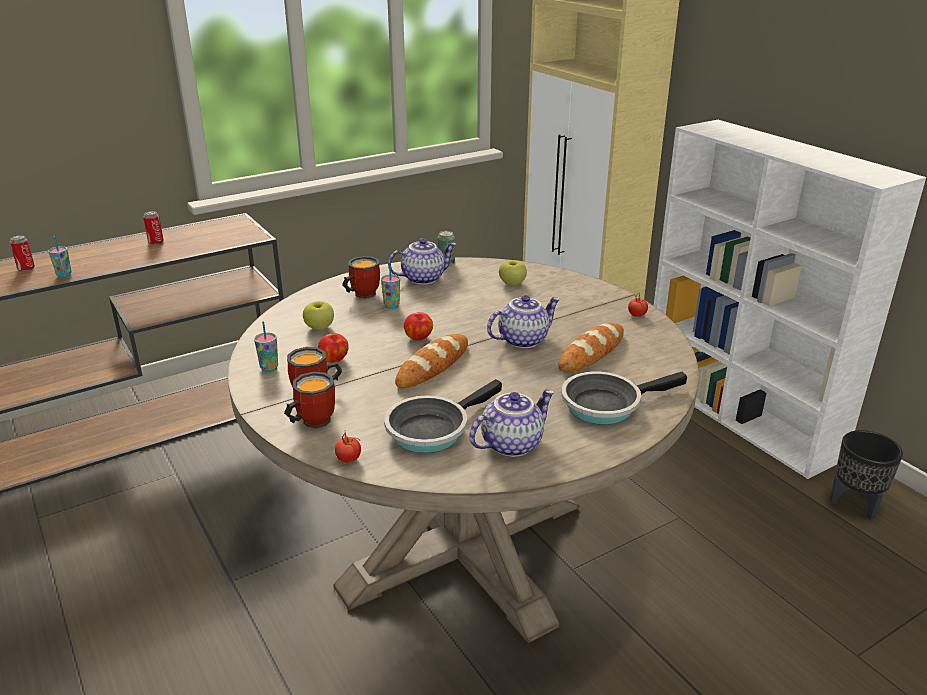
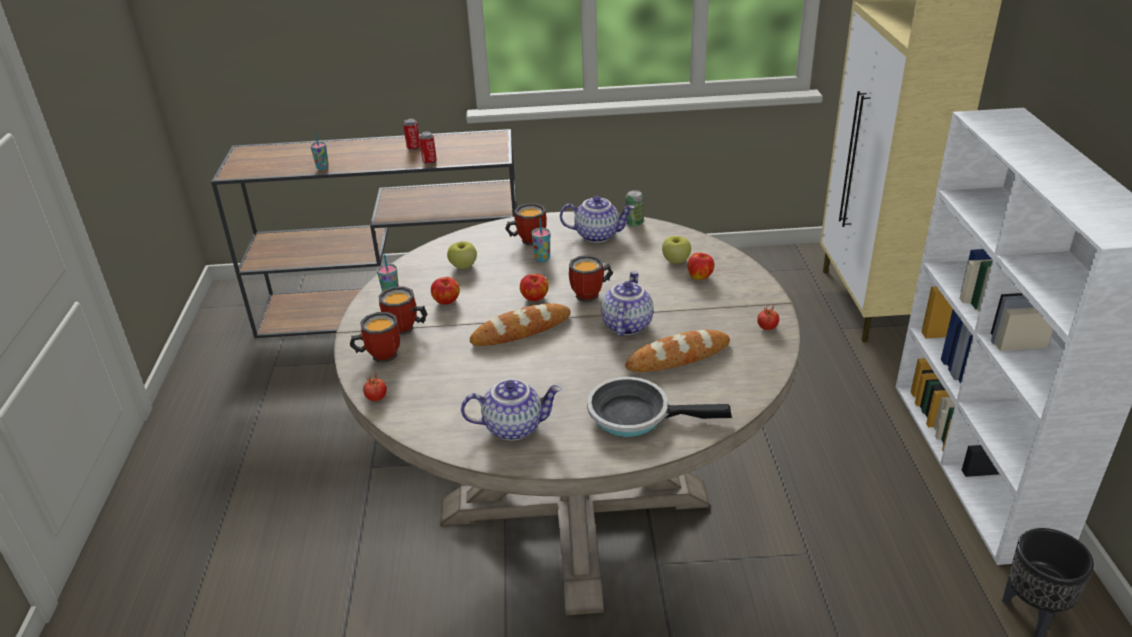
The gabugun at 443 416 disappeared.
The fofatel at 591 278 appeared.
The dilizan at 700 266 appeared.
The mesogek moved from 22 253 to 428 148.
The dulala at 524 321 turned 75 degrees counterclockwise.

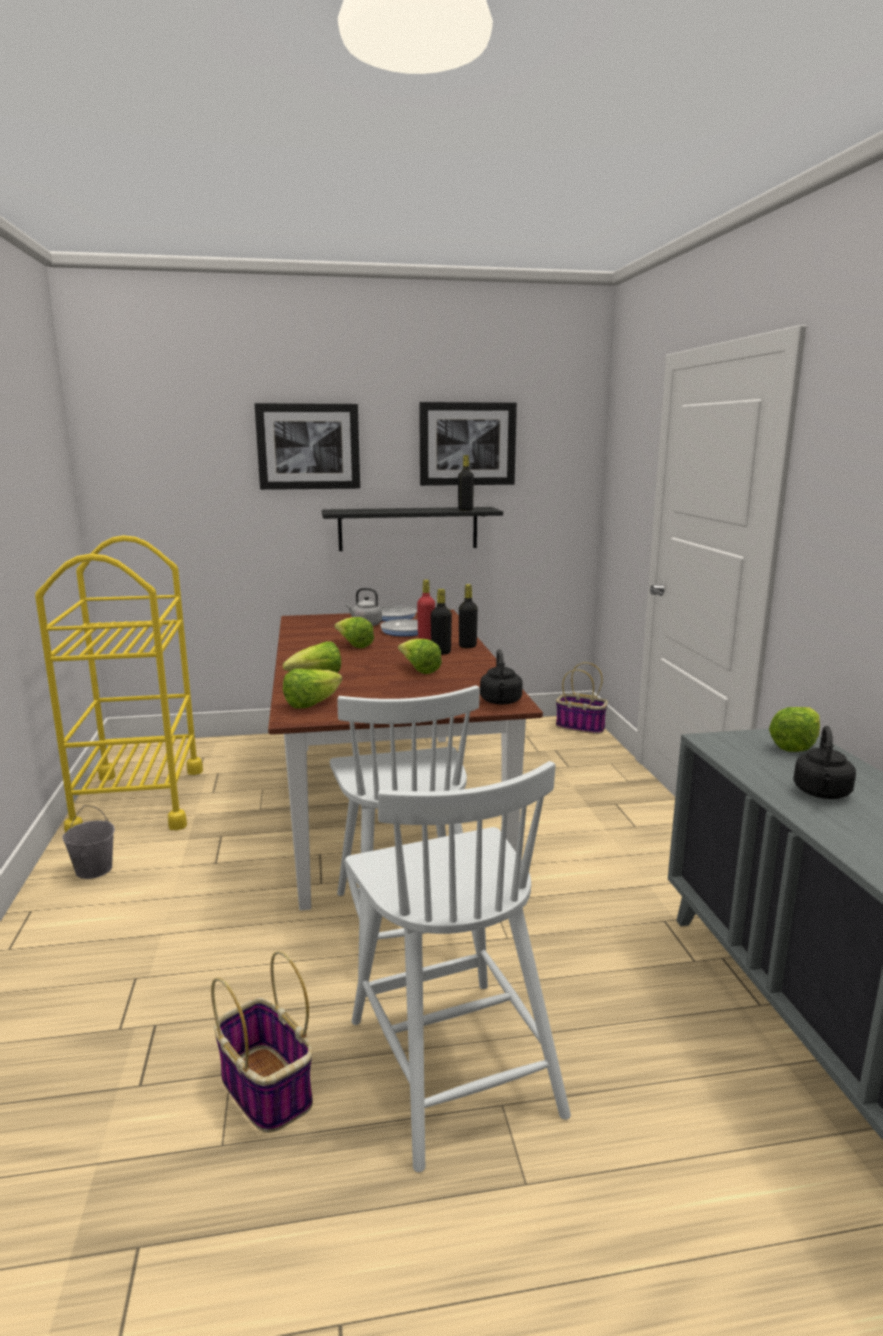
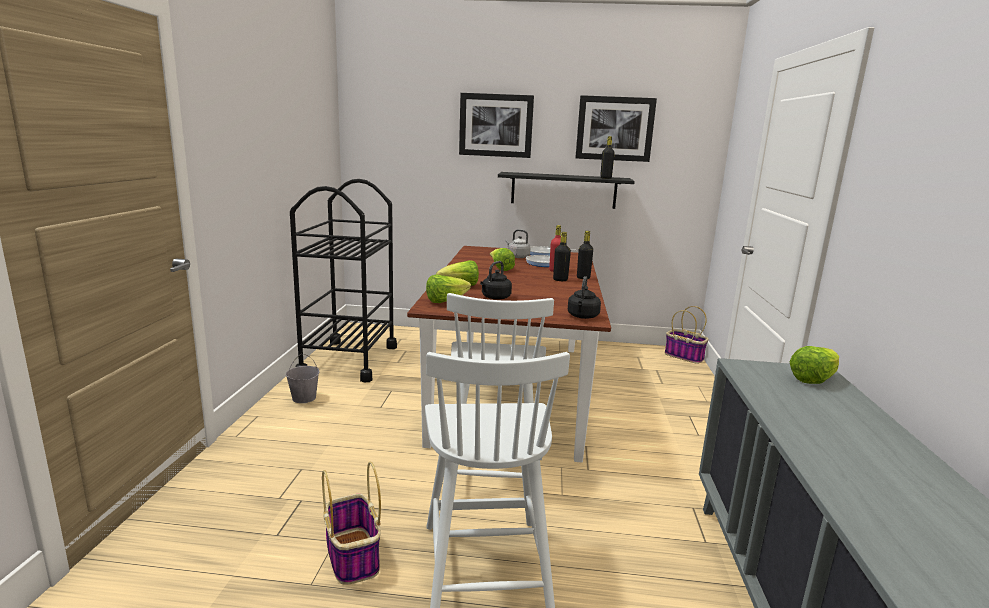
The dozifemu at 420 656 disappeared.
The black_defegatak moved from 824 762 to 496 280.
The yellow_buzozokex at 119 683 became the black_buzozokex at 343 280.

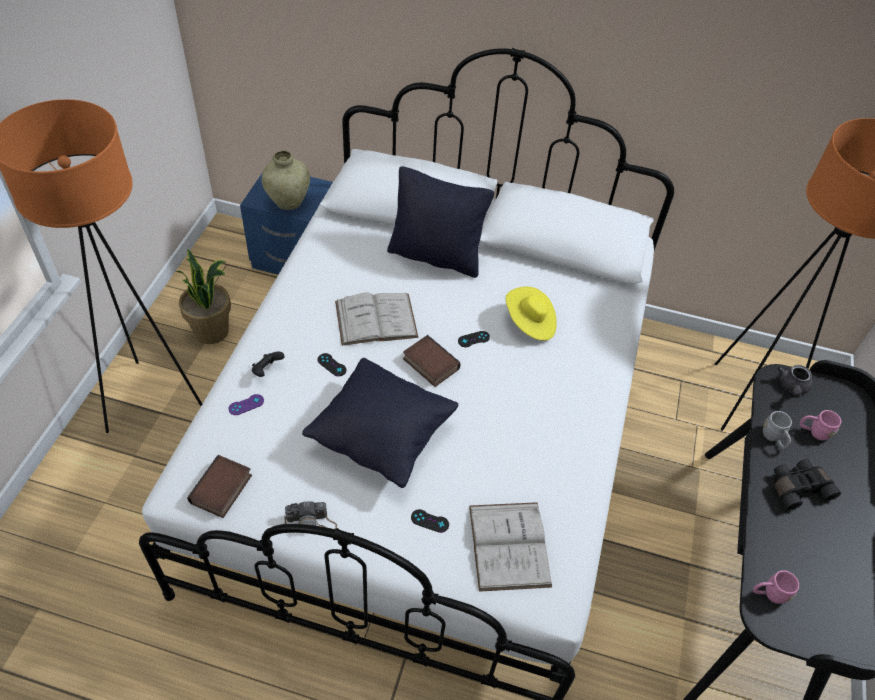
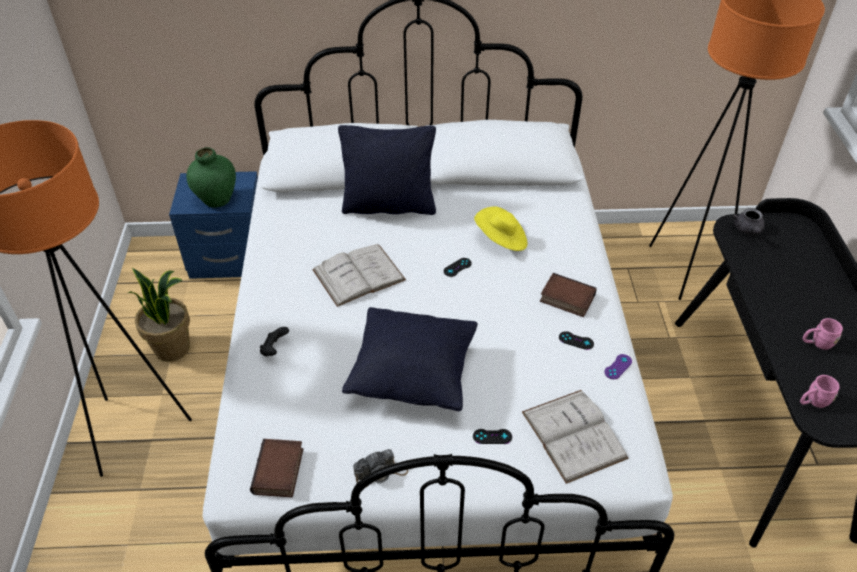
The grey_fofatel at 777 430 disappeared.
The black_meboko at 807 485 disappeared.
The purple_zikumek moved from 246 404 to 618 366.
The black_zikumek moved from 332 364 to 576 340.
The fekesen moved from 432 361 to 568 295.
The pink_fofatel moved from 820 425 to 823 334.
The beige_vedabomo at 286 180 became the green_vedabomo at 211 177.

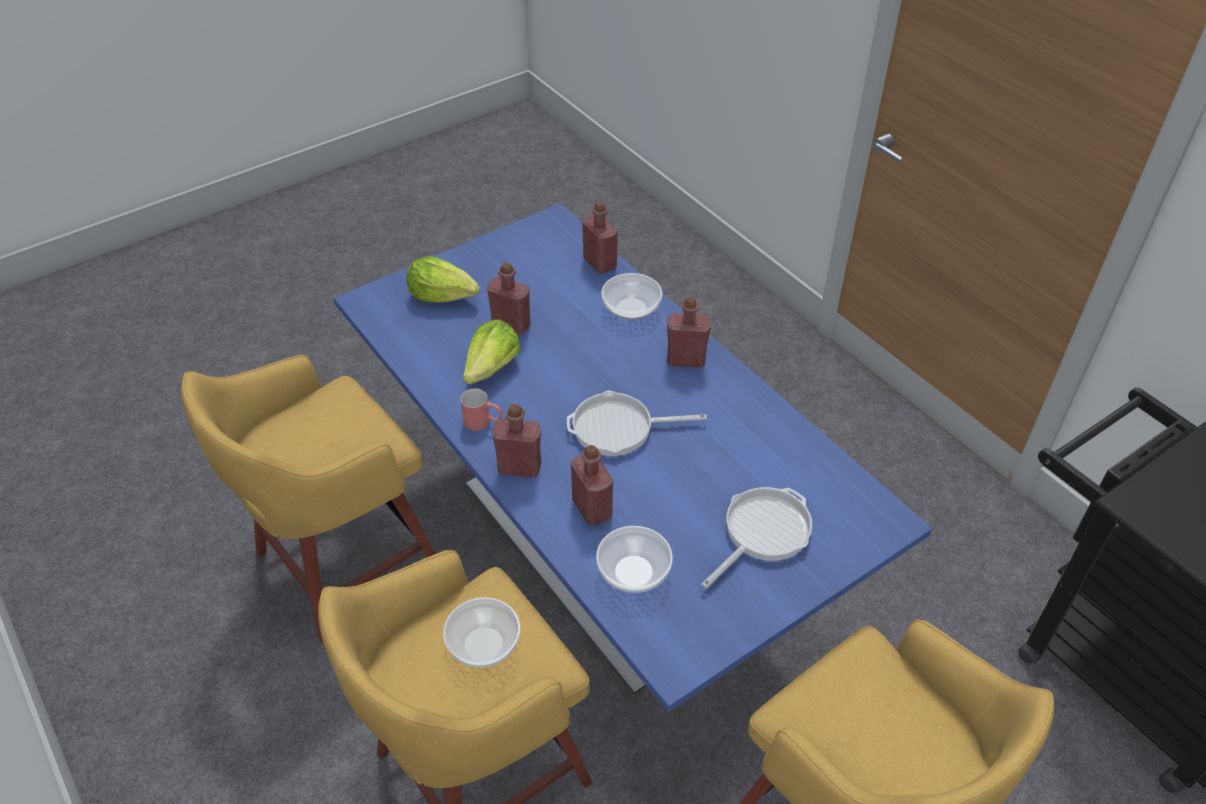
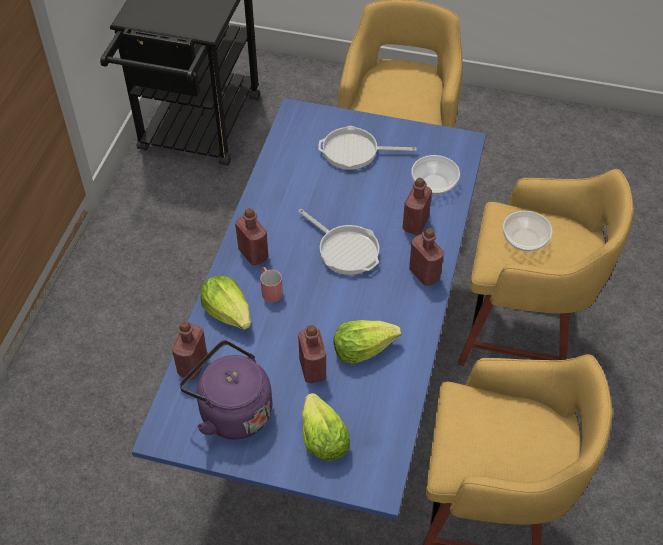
The purple_defegatak at 226 389 appeared.
The red_fofatel moved from 481 409 to 271 285.
The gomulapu at 632 296 was replaced by the dozifemu at 225 302.

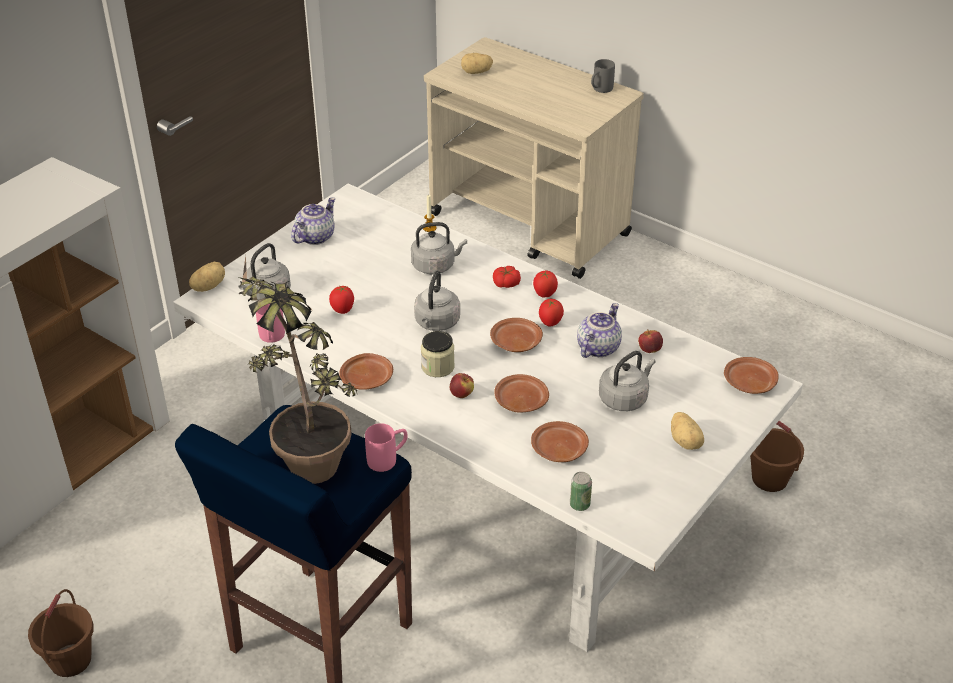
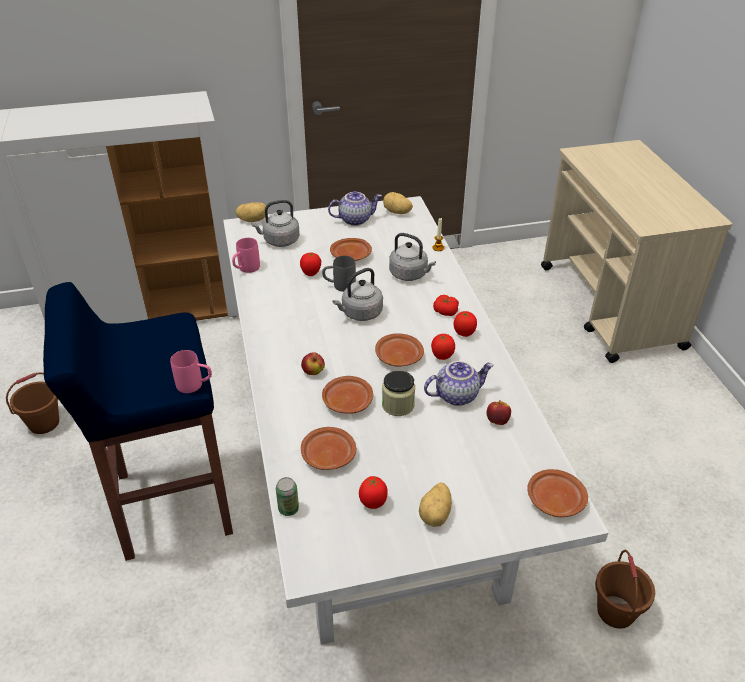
The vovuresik at 297 370 disappeared.
The grey_defegatak at 627 381 disappeared.
The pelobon at 373 492 appeared.
The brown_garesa moved from 366 371 to 351 249.
The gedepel moved from 438 354 to 398 393.
The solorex moved from 477 63 to 398 203.
The grey_fofatel moved from 603 76 to 339 273.

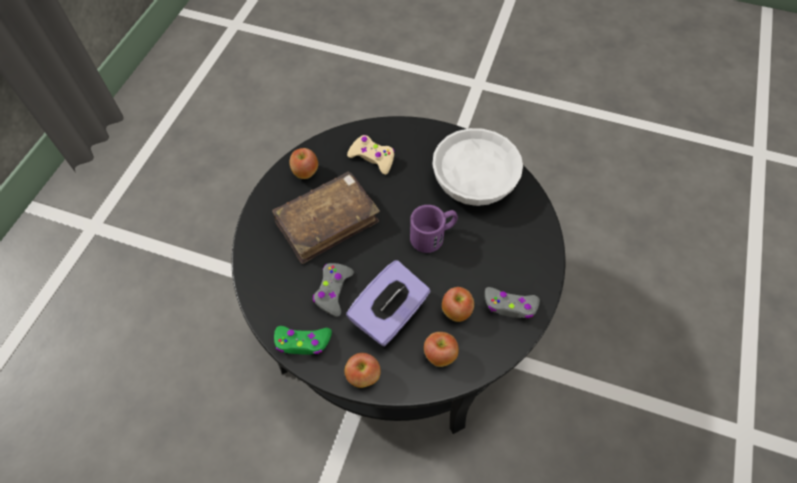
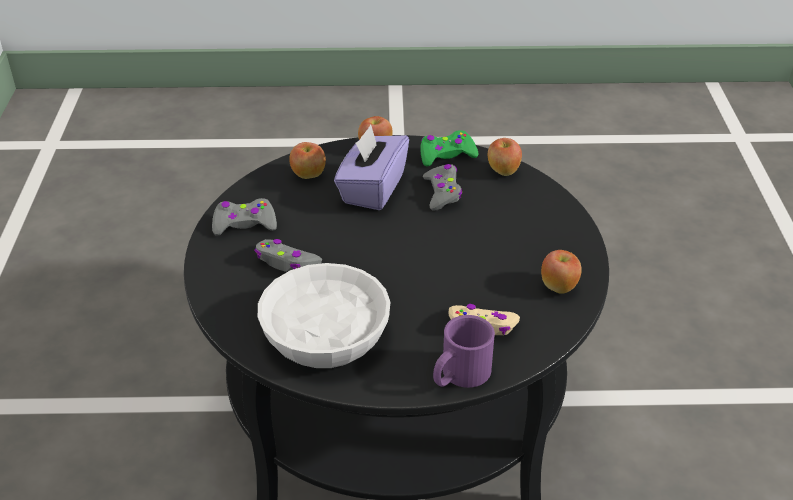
The brown_fekesen at 326 218 disappeared.
The grey_zikumek at 288 255 appeared.
The purple_fofatel moved from 434 229 to 464 351.
The dilizan moved from 458 304 to 505 157.

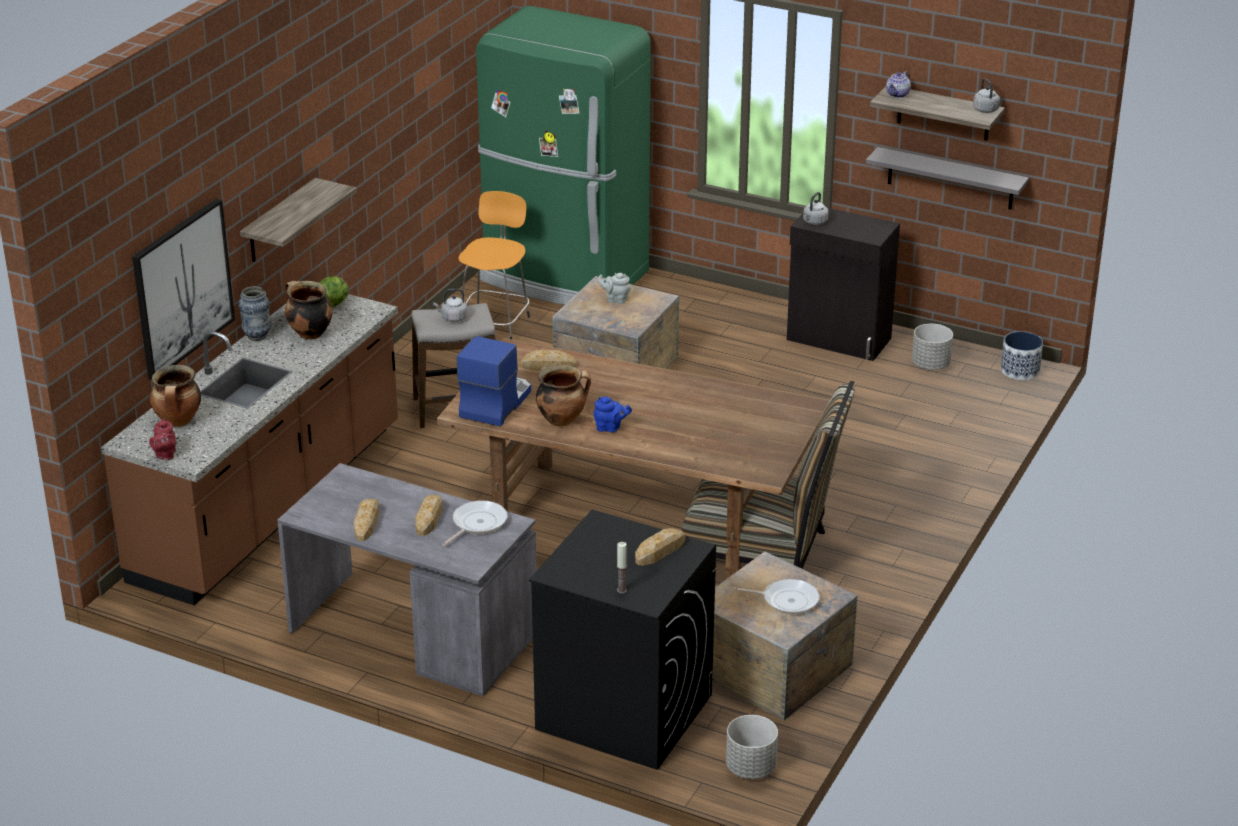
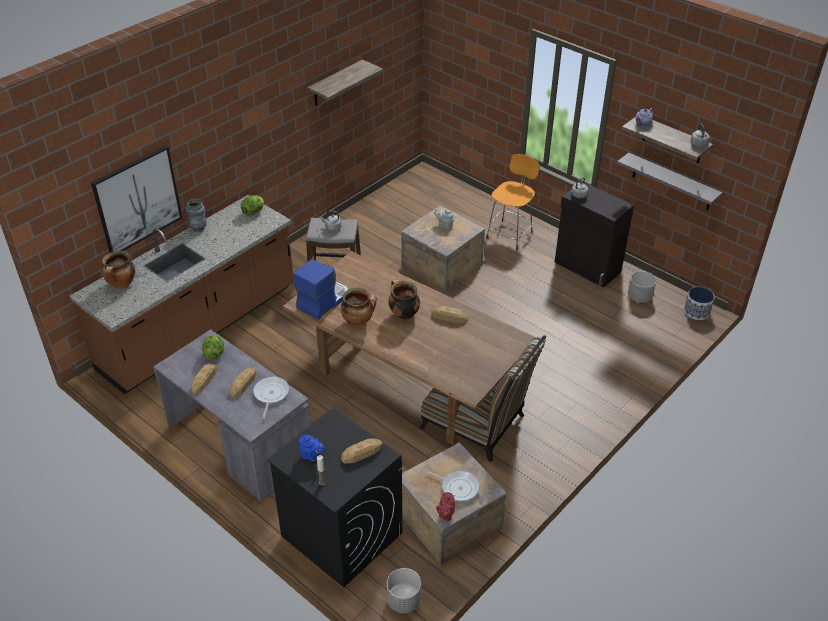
The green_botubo at 563 155 disappeared.
The dozifemu at 213 347 appeared.
The red_dulala moved from 162 439 to 445 506.
The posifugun moved from 298 220 to 345 82.
The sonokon moved from 309 310 to 404 299.
The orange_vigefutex moved from 494 265 to 513 202.
The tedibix moved from 549 360 to 449 314.
The blue_dulala moved from 612 414 to 312 448.
The gabugun at 474 523 turned 45 degrees counterclockwise.

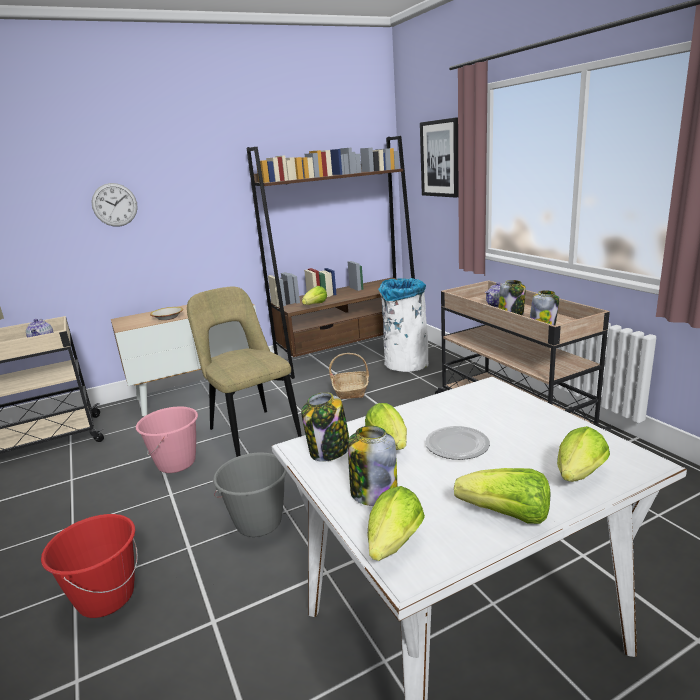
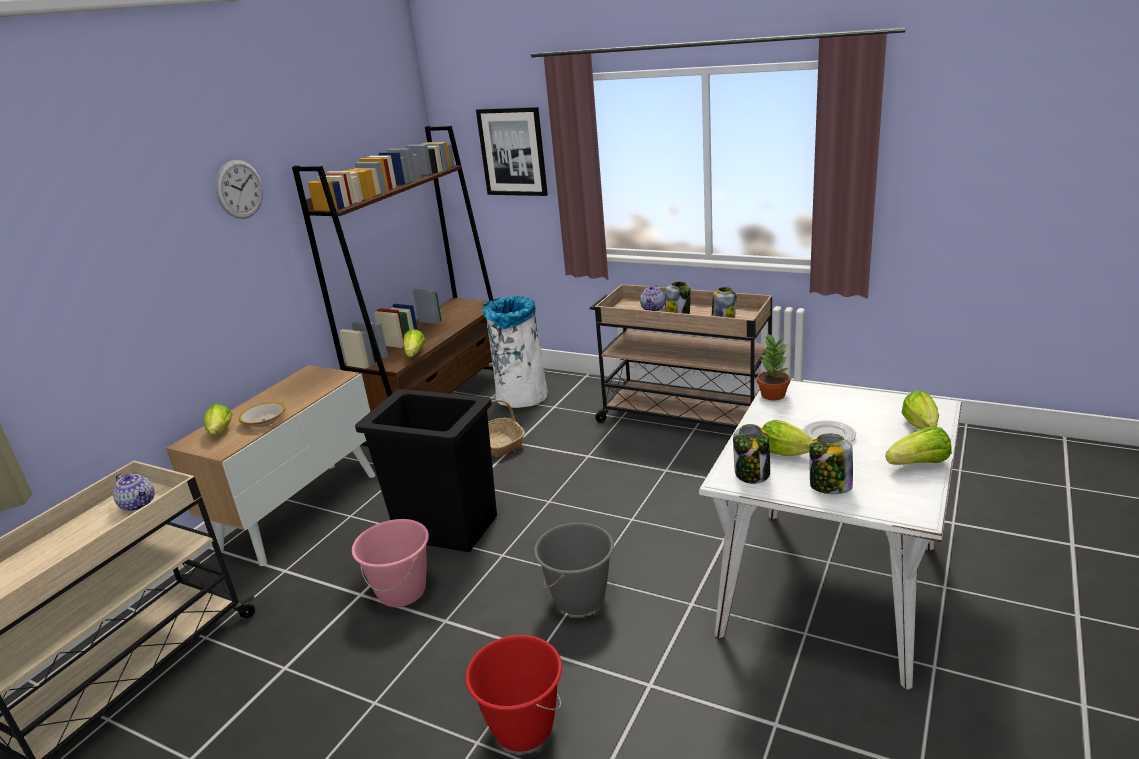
The vovuresik at 773 367 appeared.
The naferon moved from 114 205 to 239 189.
The dozifemu moved from 396 523 to 218 419.
The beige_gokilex at 244 372 was replaced by the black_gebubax at 426 470.

